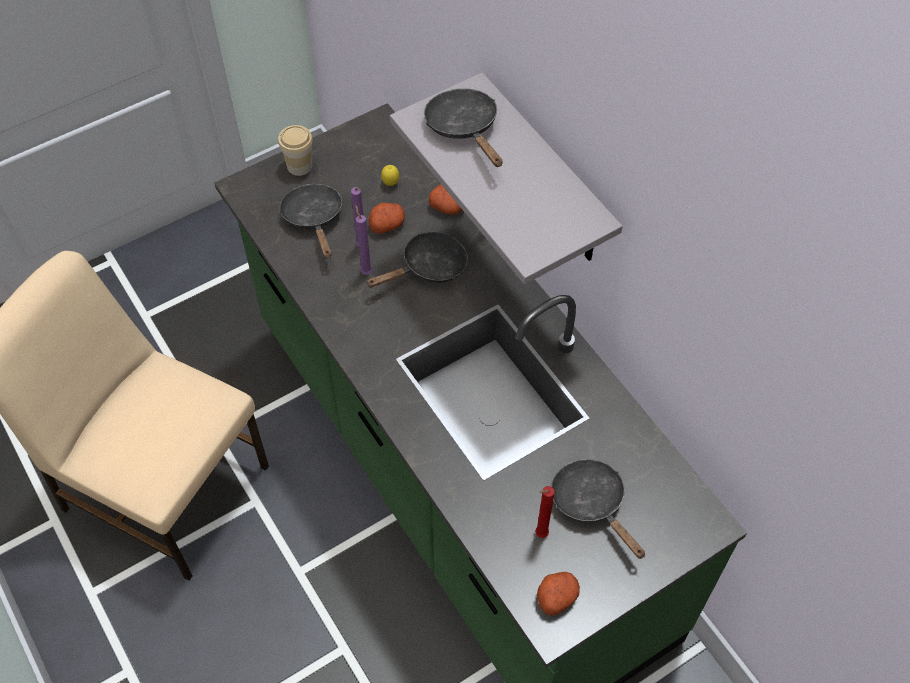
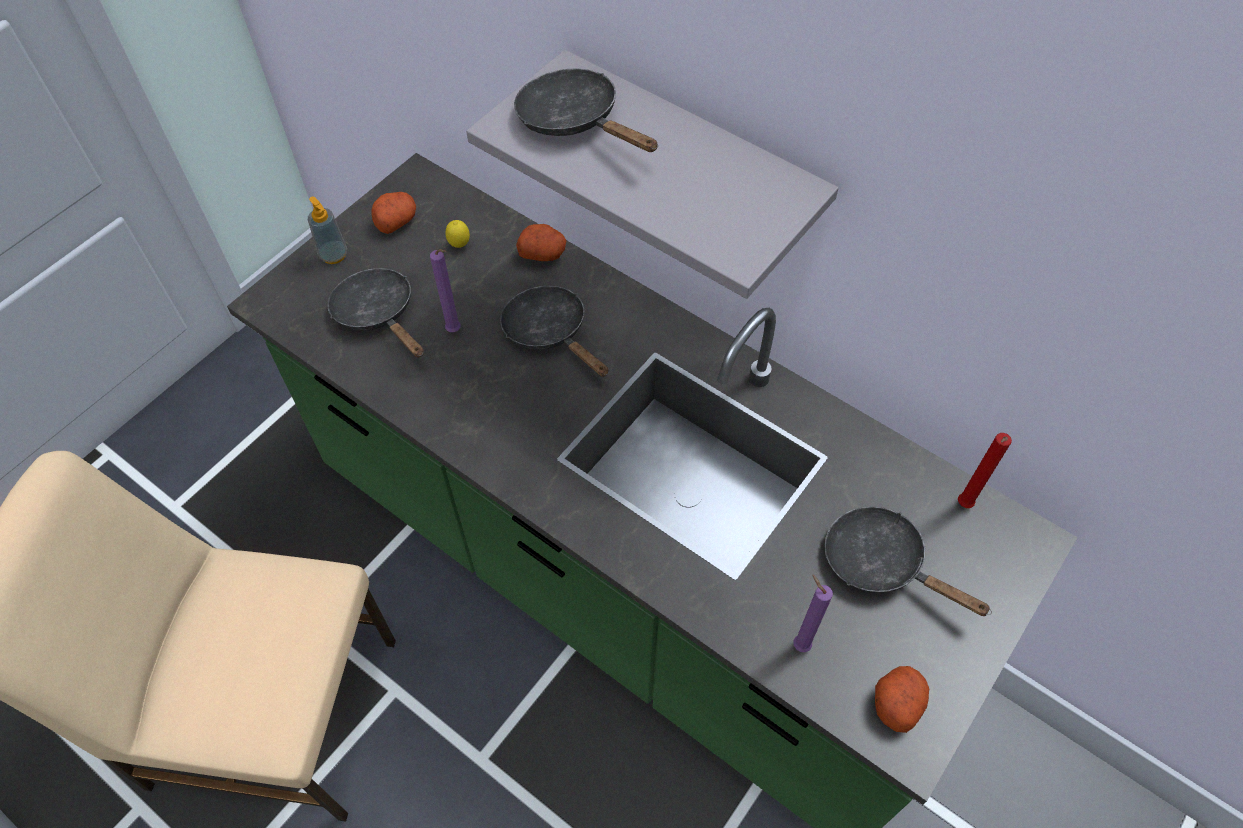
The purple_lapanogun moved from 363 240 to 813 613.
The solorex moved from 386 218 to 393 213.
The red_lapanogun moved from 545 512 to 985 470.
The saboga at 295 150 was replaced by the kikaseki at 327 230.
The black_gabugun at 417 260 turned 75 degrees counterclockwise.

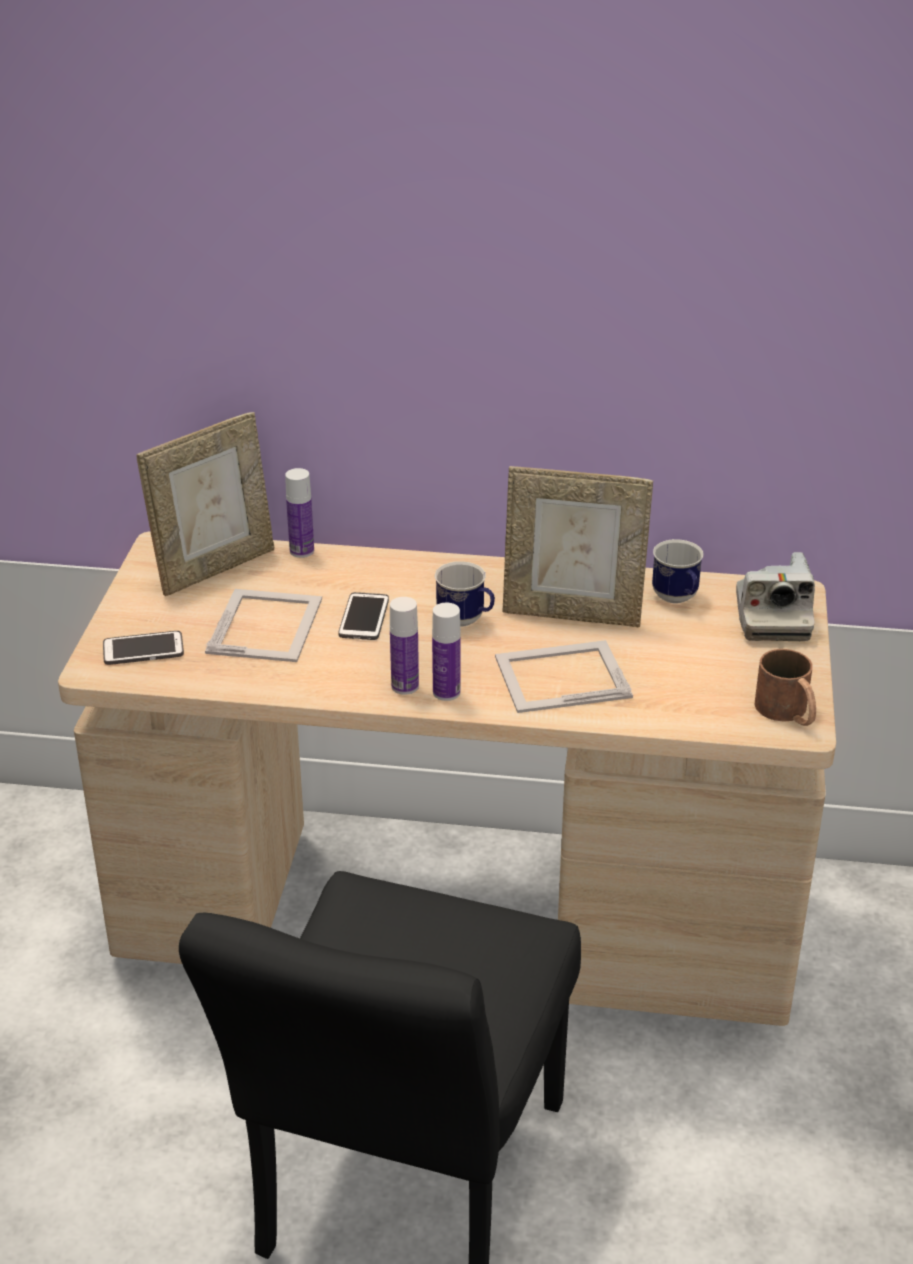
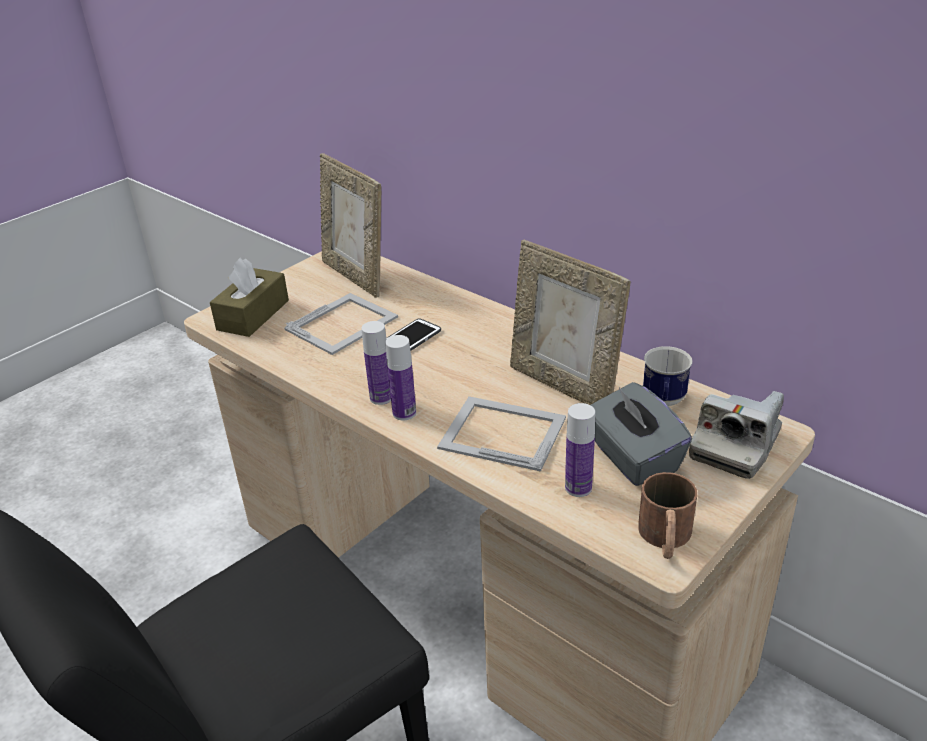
The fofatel at 465 594 disappeared.
The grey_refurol at 641 434 appeared.
The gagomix moved from 299 513 to 580 450.
The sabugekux at 143 648 was replaced by the brown_refurol at 249 297.
The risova at 205 504 turned 60 degrees clockwise.

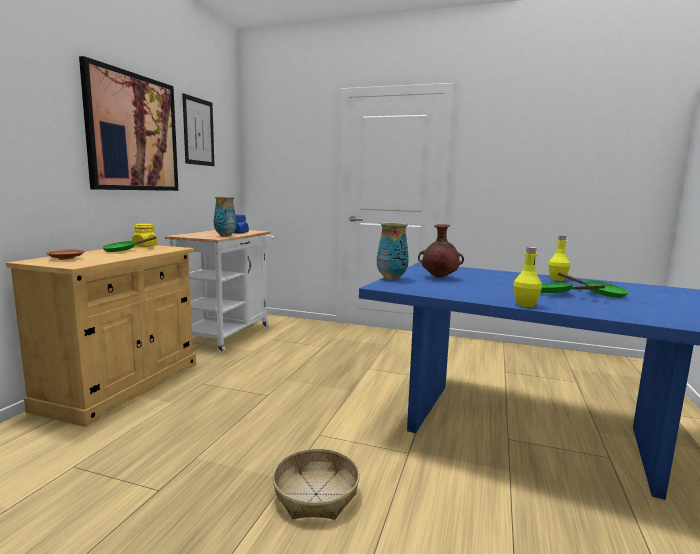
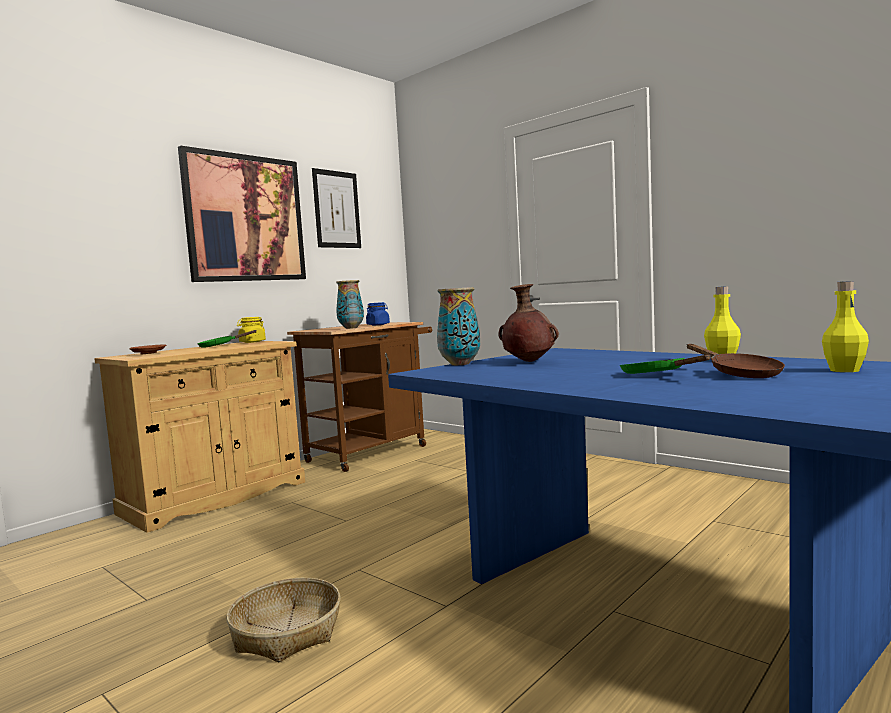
The yellow_gagomix moved from 527 277 to 845 326.
The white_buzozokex at 219 291 became the brown_buzozokex at 359 397.
The green_gabugun at 593 285 became the brown_gabugun at 736 361.

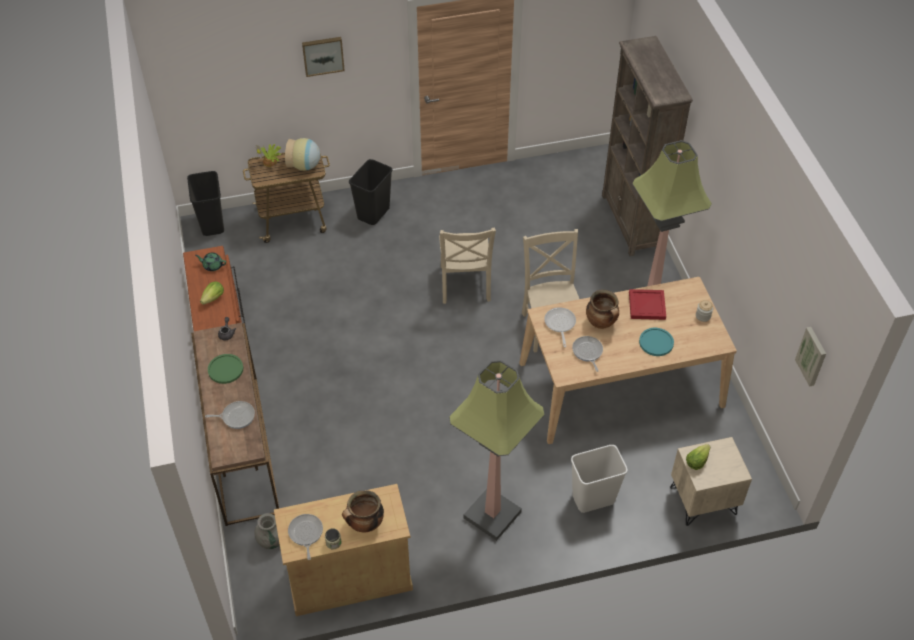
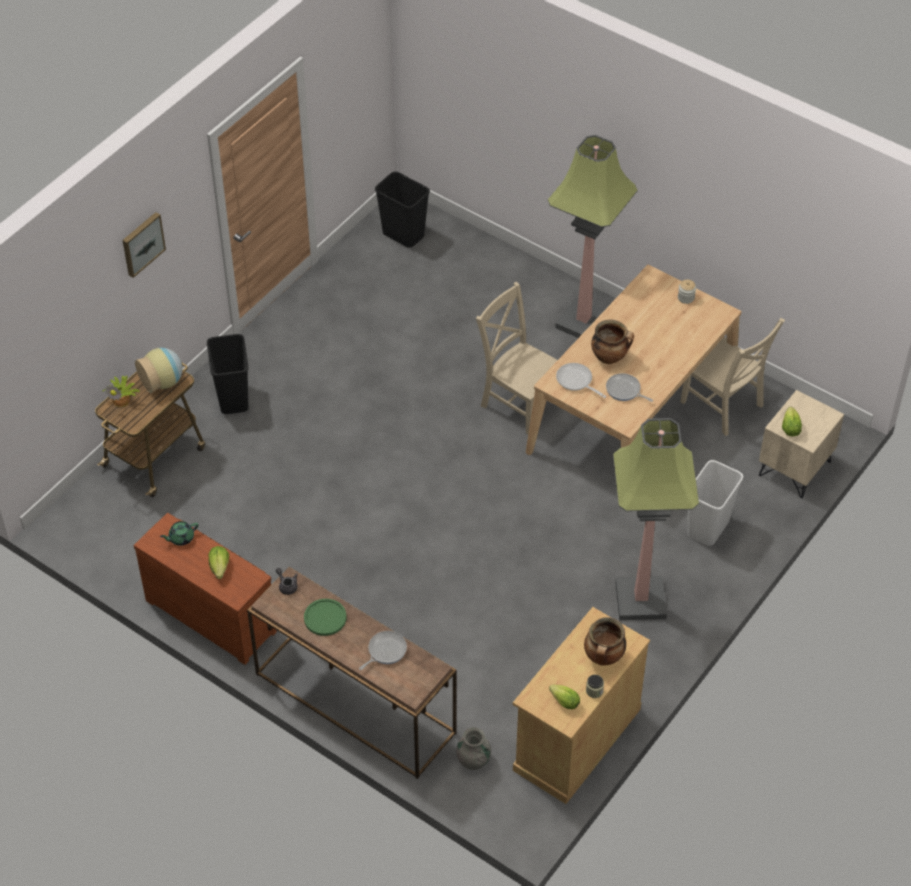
The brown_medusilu at 647 146 disappeared.
The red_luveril at 647 304 disappeared.
The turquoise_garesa at 656 342 disappeared.
The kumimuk at 810 357 disappeared.
The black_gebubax moved from 205 203 to 402 209.
The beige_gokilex moved from 467 266 to 732 377.
The gabugun at 305 537 was replaced by the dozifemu at 564 697.

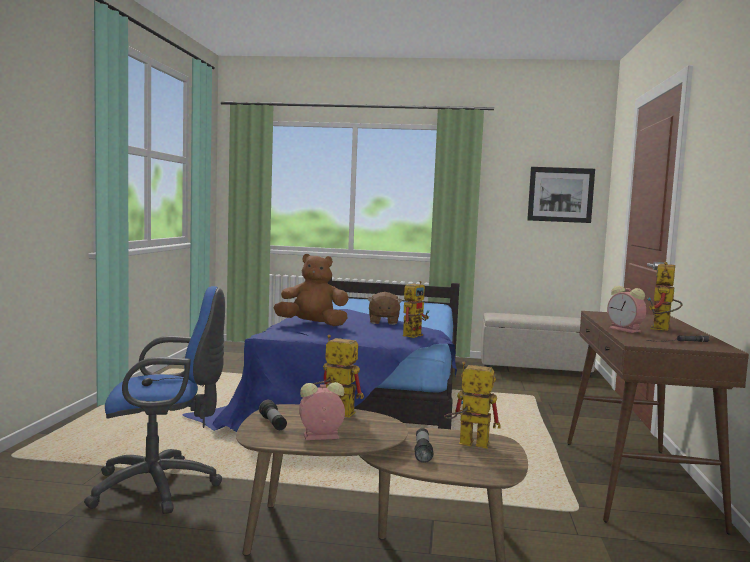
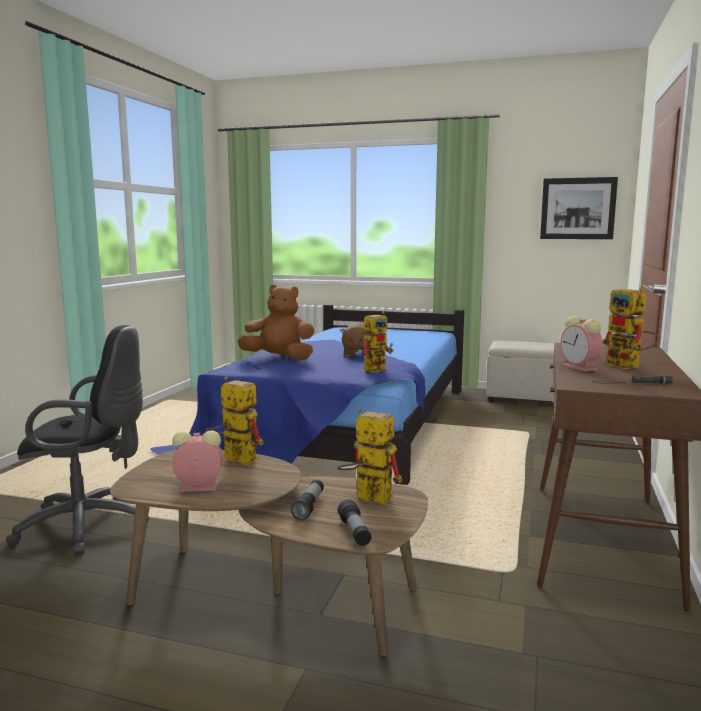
The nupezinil moved from 273 415 to 354 522.
The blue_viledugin at 154 400 became the black_viledugin at 77 440.
The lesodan at 665 296 turned 60 degrees counterclockwise.

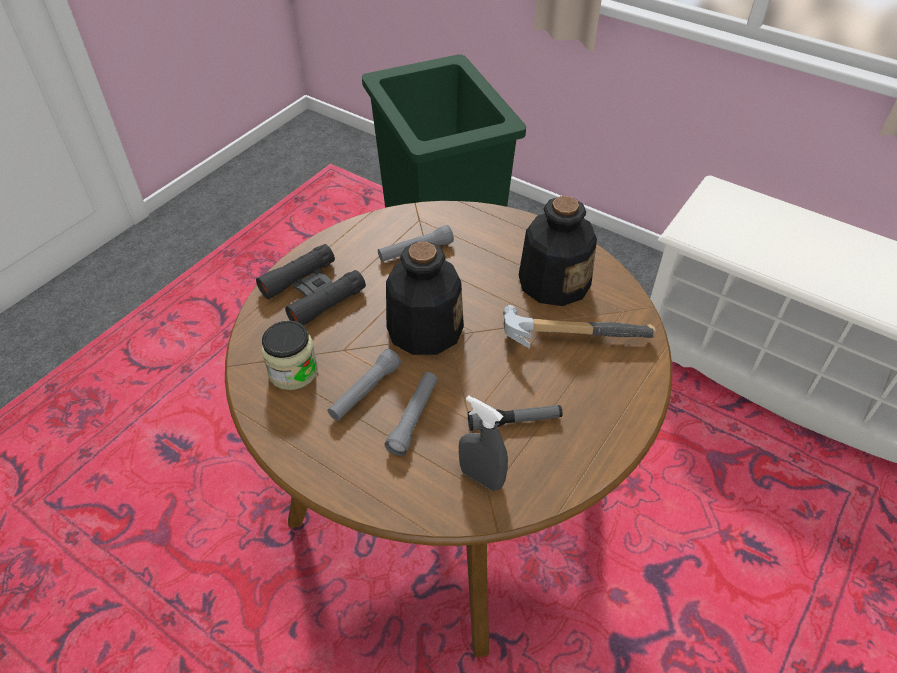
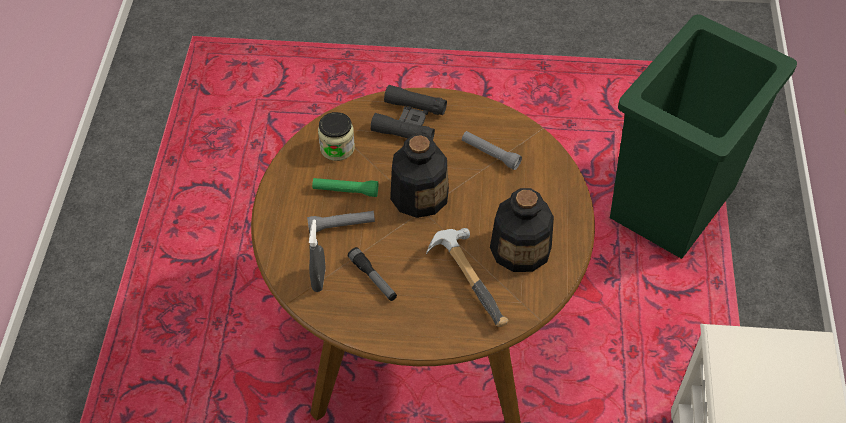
The grey_nupezinil at 364 385 became the green_nupezinil at 345 187.

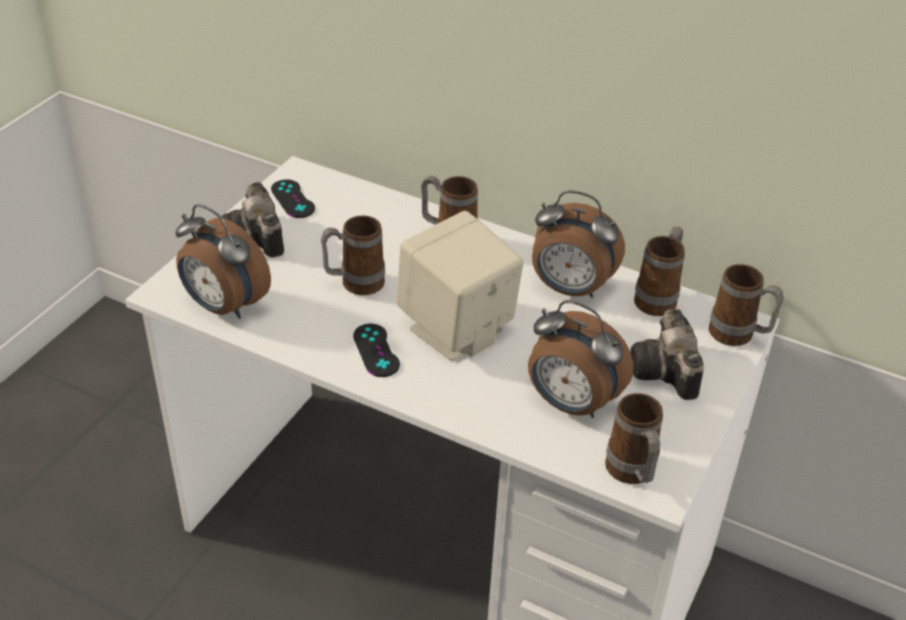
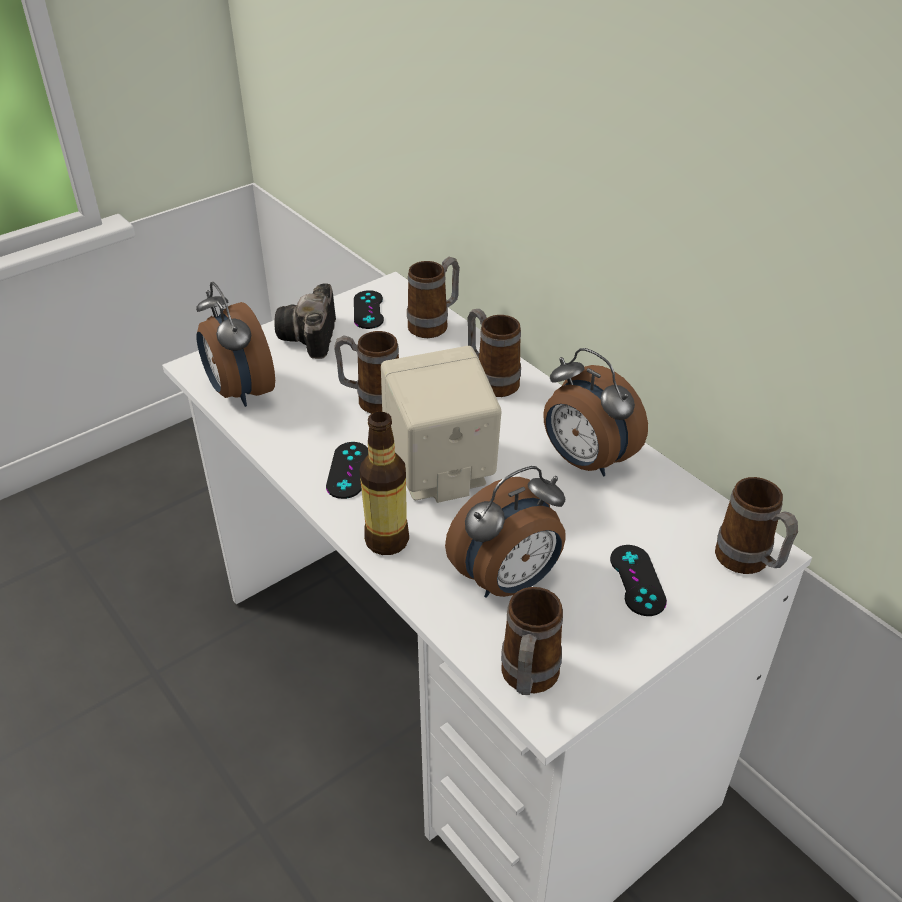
The gagomix at 384 483 appeared.
The fofatel moved from 659 271 to 433 297.
The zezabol at 667 354 was replaced by the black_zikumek at 638 580.
The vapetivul at 581 359 turned 90 degrees counterclockwise.

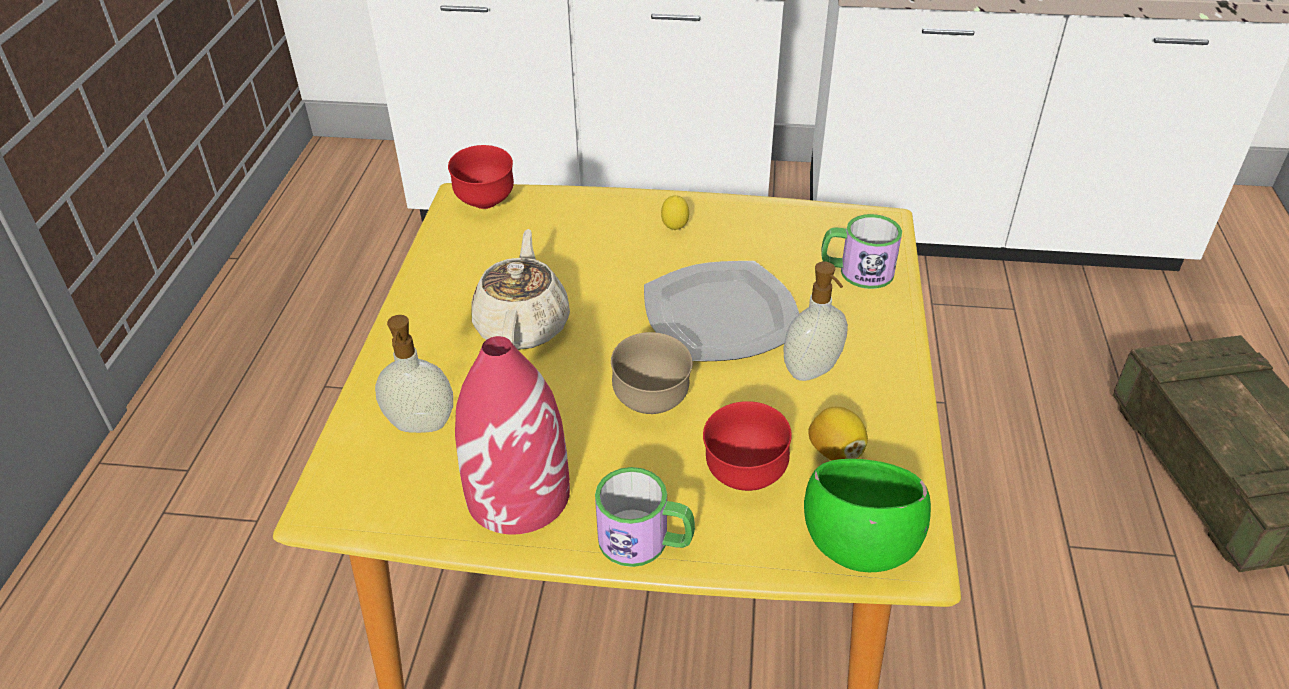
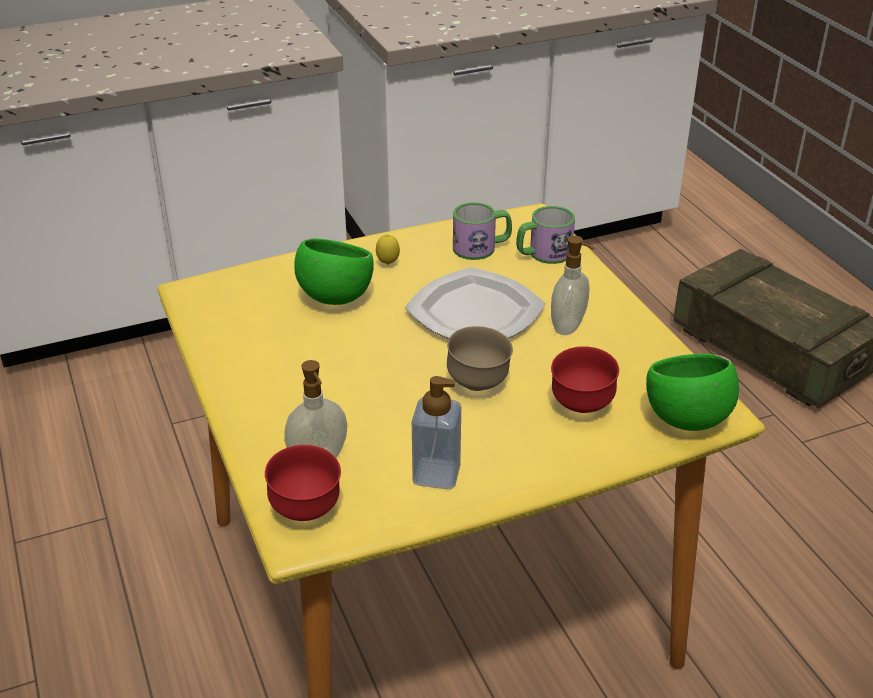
The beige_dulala at 520 289 disappeared.
The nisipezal at 838 433 disappeared.
The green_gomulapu at 334 271 appeared.
The red_gomulapu moved from 481 177 to 303 483.
The fofatel moved from 645 517 to 482 231.
The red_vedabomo at 512 435 was replaced by the kikaseki at 436 432.

